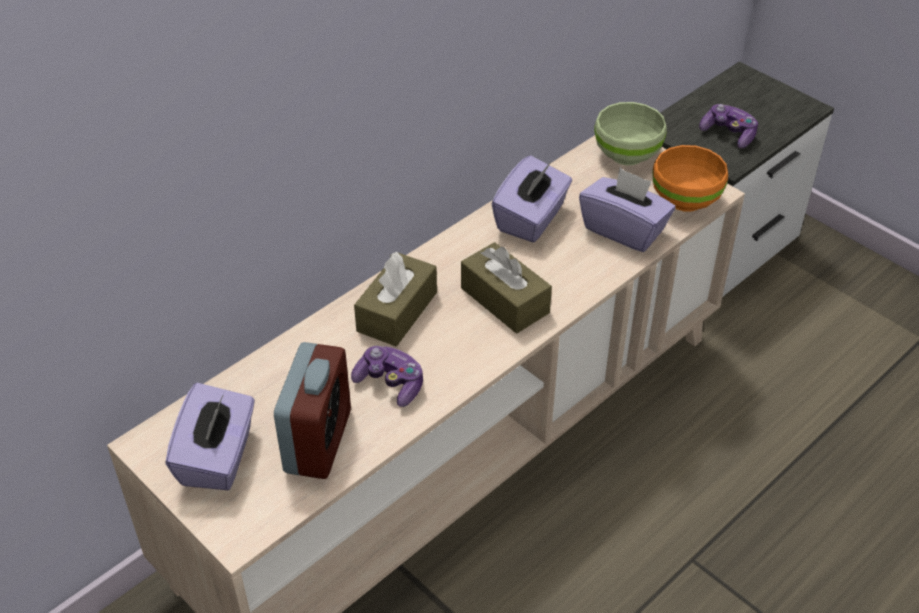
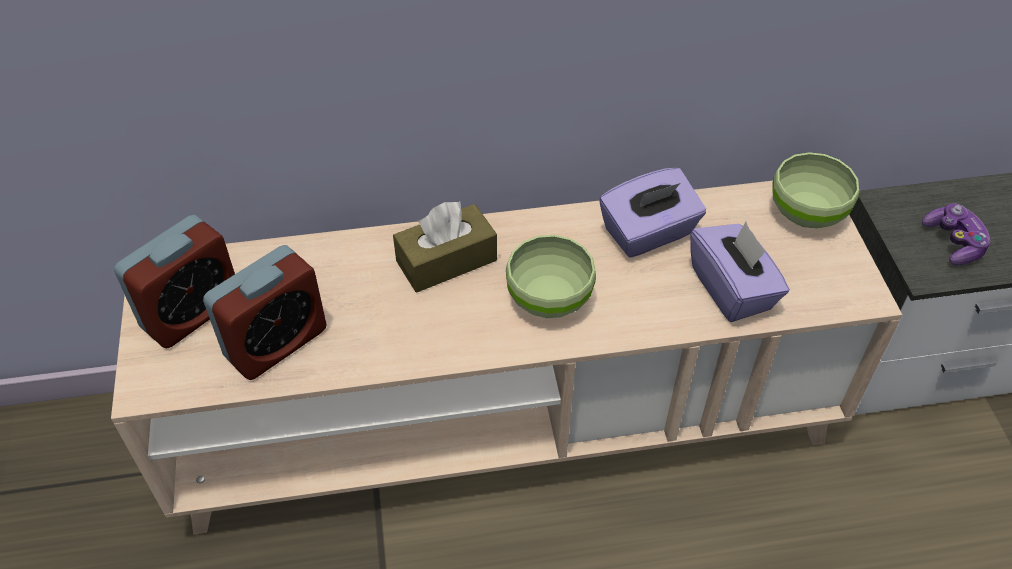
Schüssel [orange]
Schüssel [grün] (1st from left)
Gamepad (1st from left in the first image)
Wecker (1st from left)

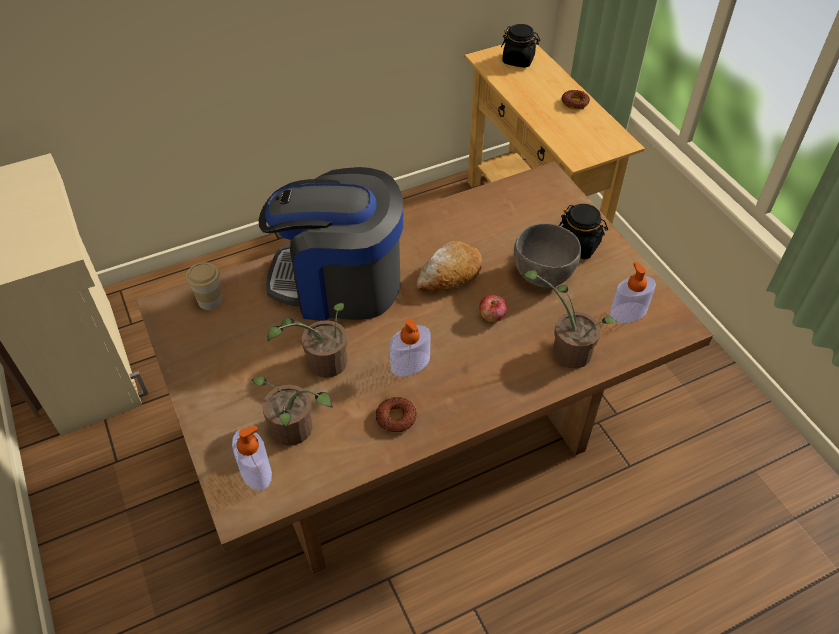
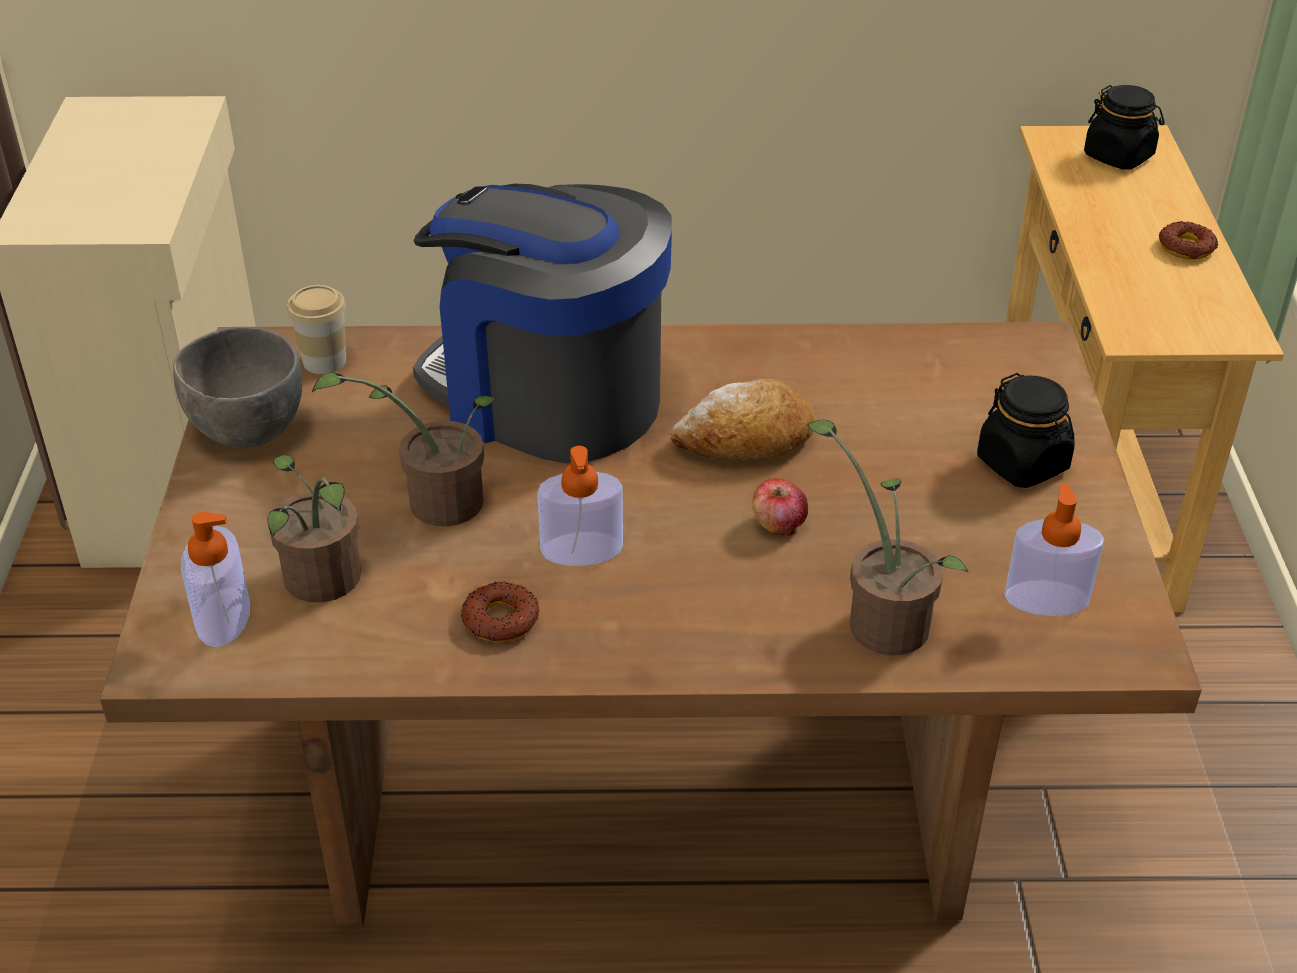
Schüssel [grau]

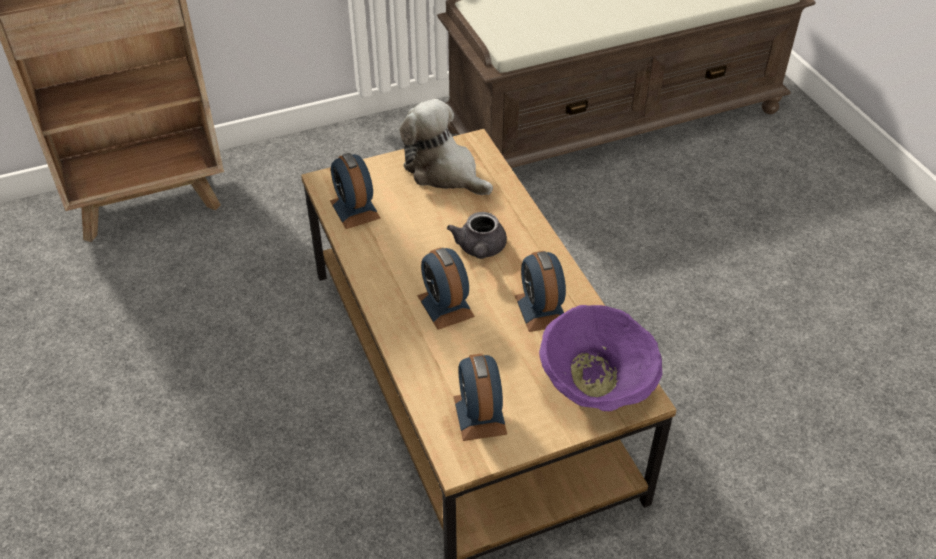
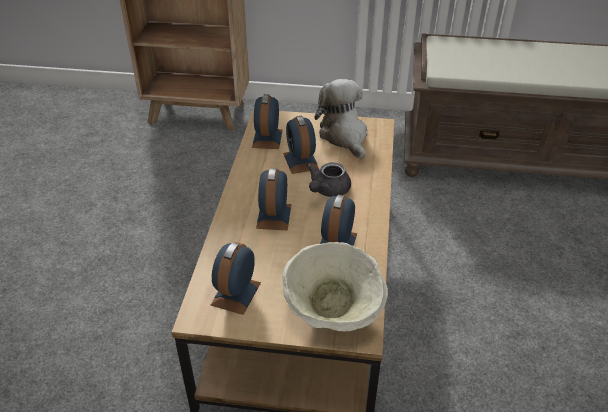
Schüssel [beige]
Wecker (4th from left)

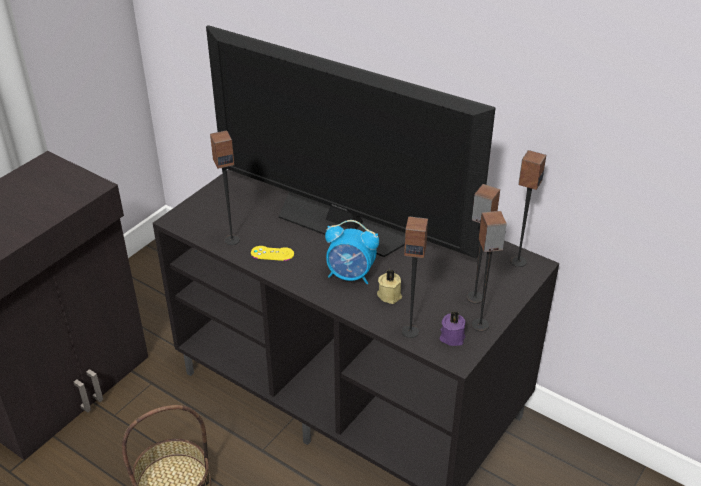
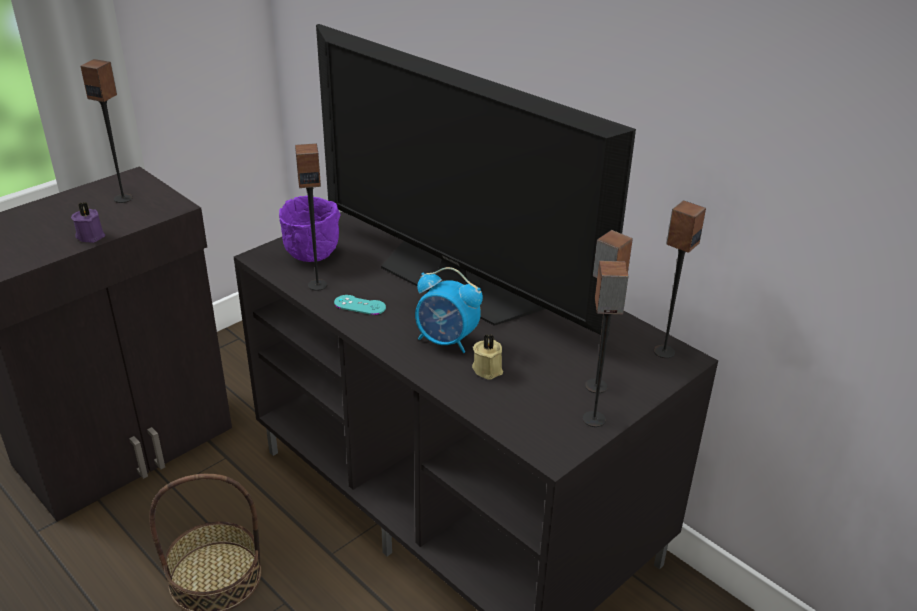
Lautsprecher (1st from left)
Gamepad [türkis]
Kerze [lila]
Schüssel [lila]

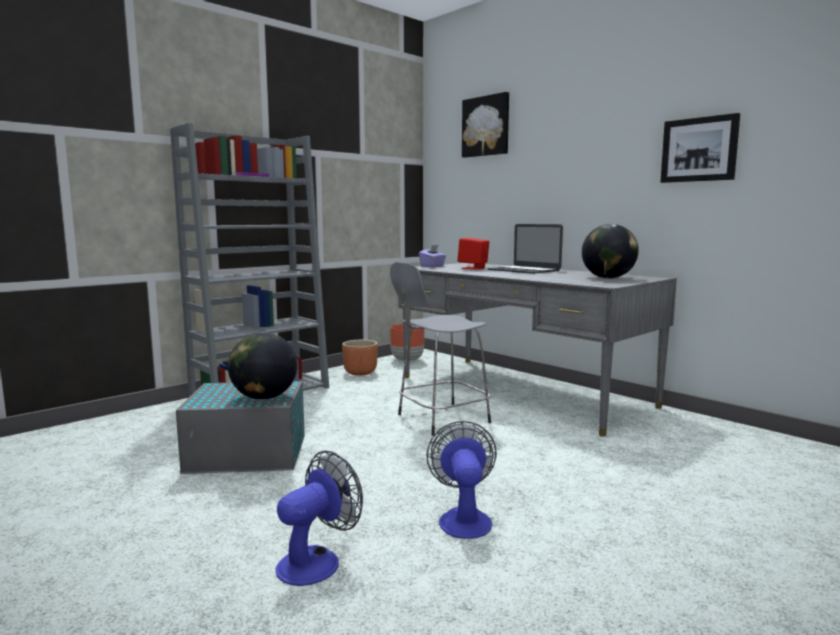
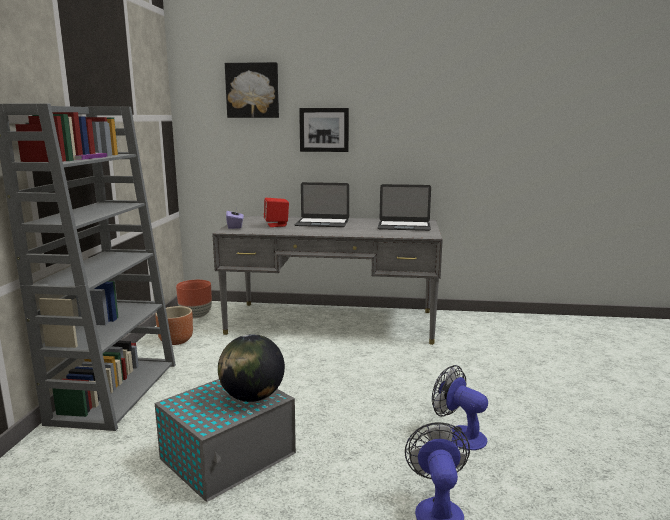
Bild (2nd from left)
Laptop (2nd from left)
Hocker [grau]

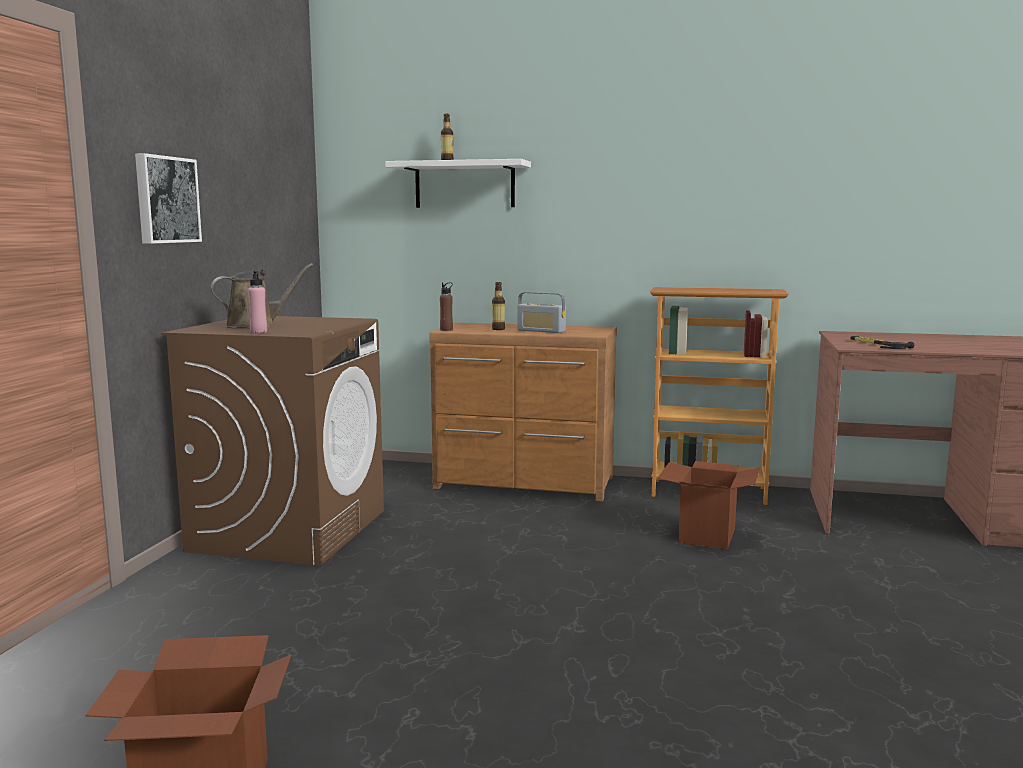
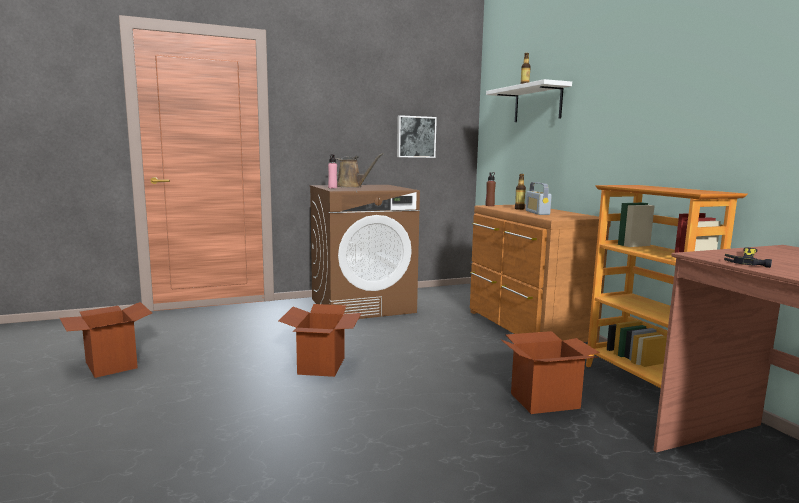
Bild
Karton (2nd from left)

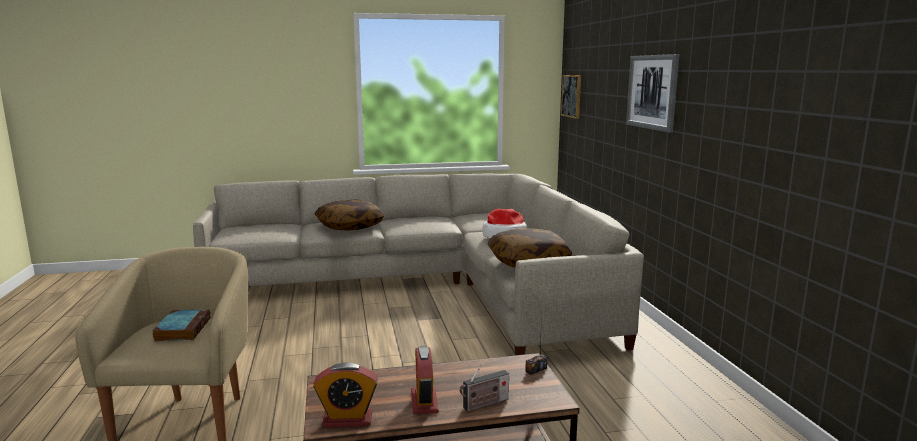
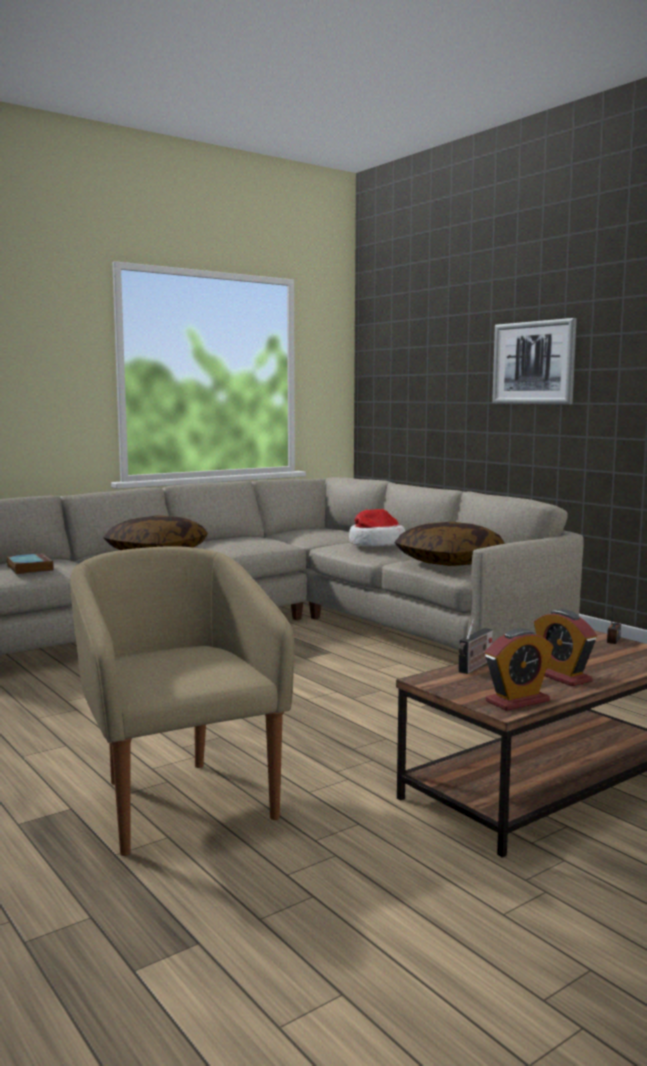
Bild (1st from left in the first image)
Buch
Radio (1st from left)

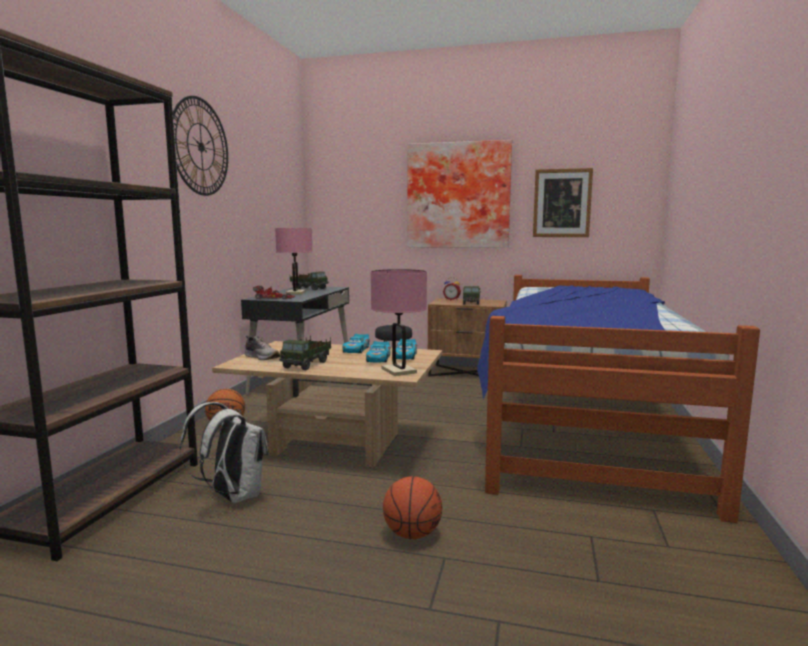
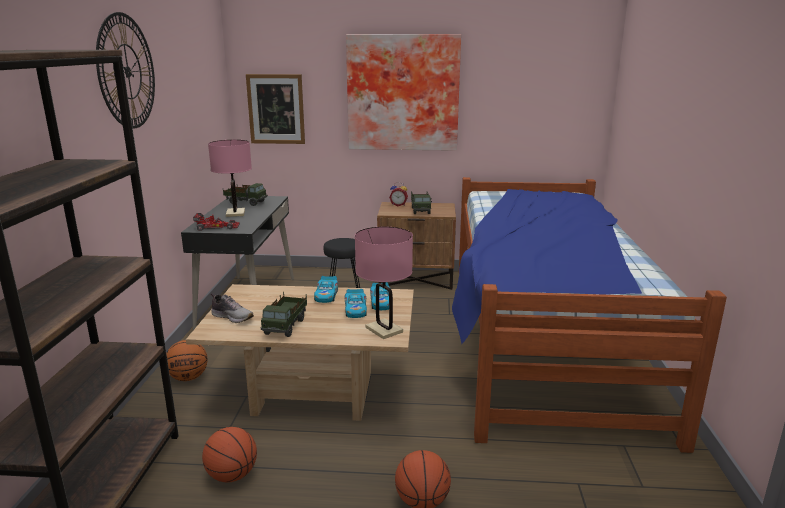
Bild (1st from left)
Basketball (2nd from left)

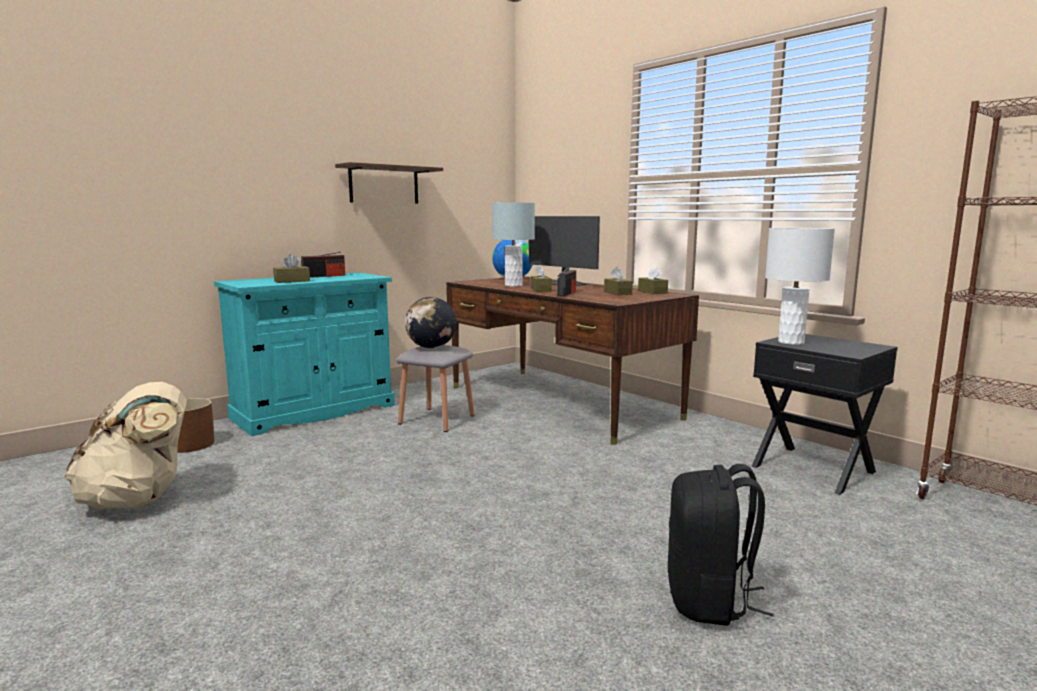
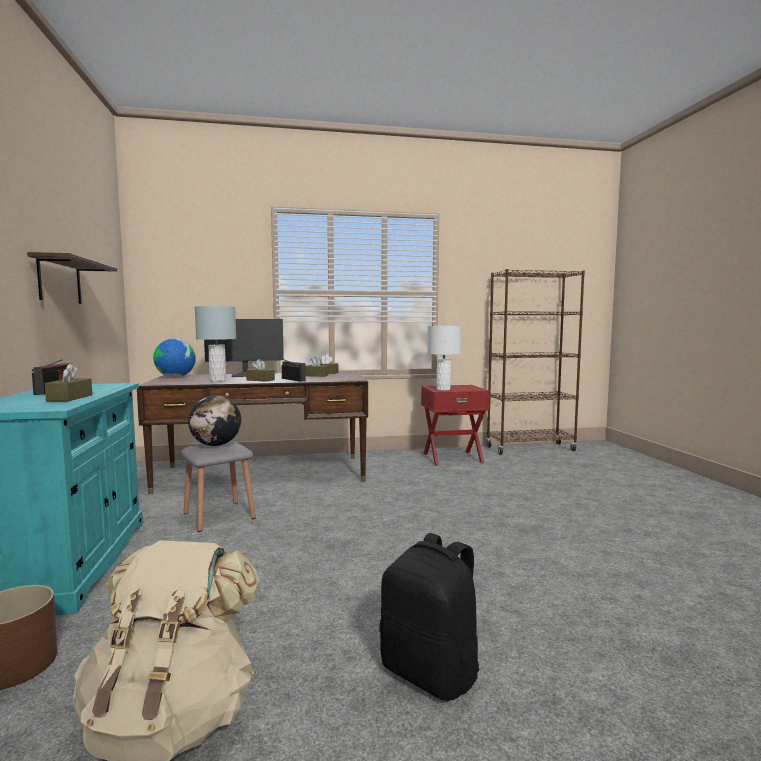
Nachttisch [rot]
Rucksack [schwarz]

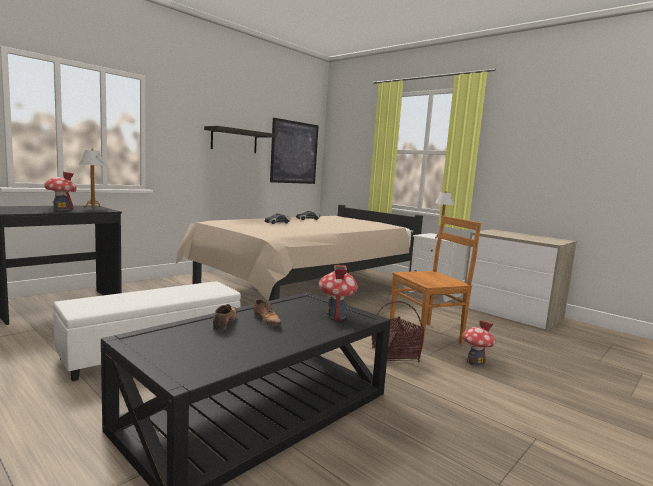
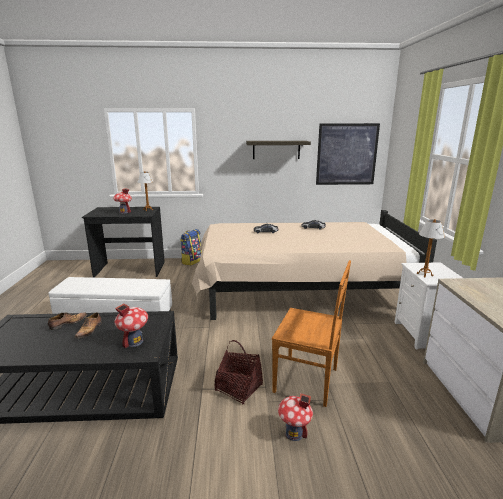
Rucksack

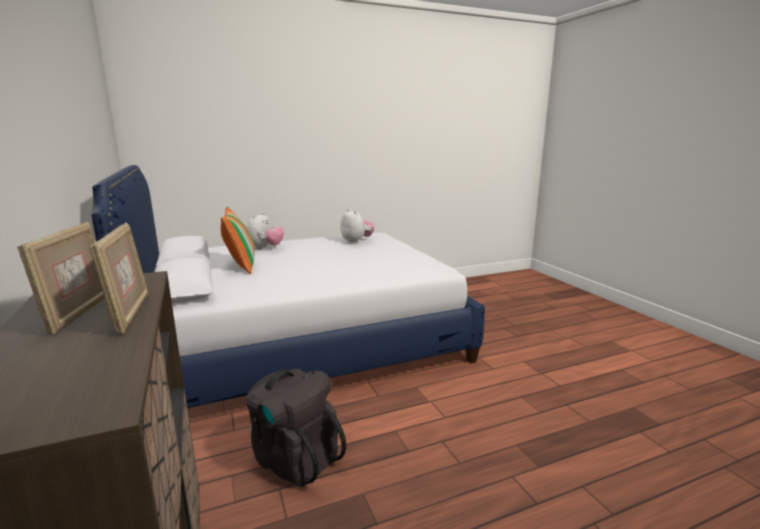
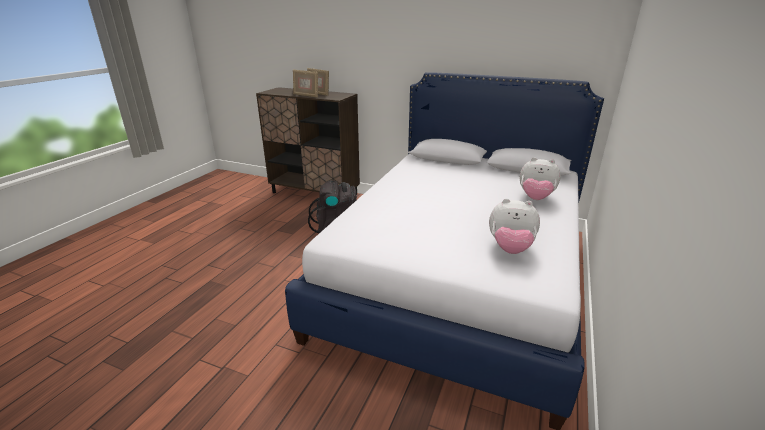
Kissen
Plüschtier (2nd from left)

